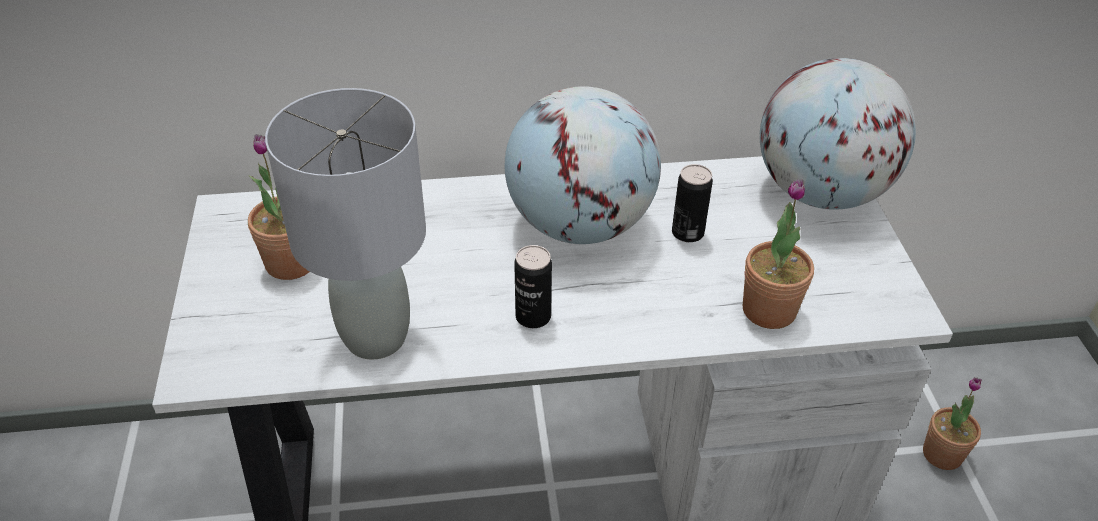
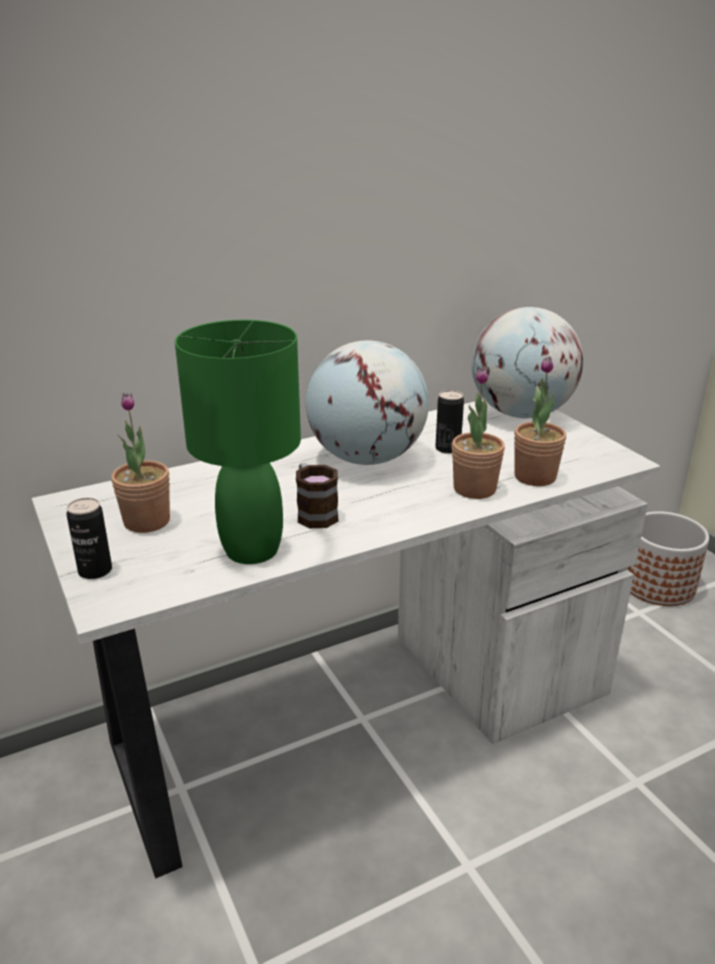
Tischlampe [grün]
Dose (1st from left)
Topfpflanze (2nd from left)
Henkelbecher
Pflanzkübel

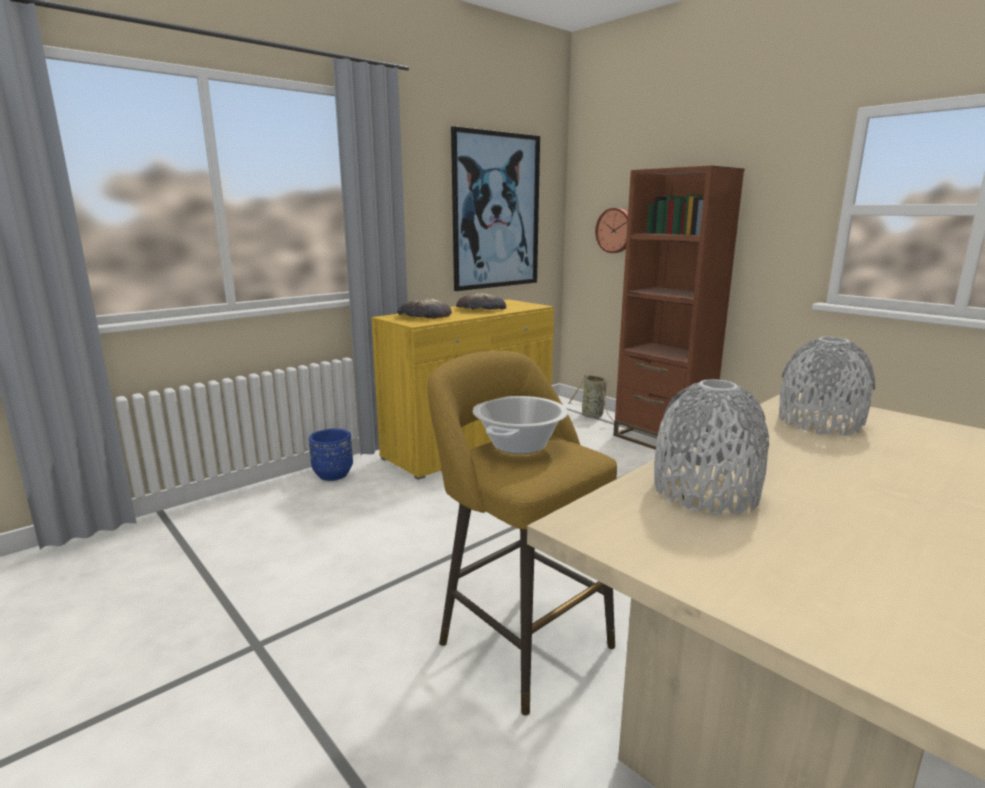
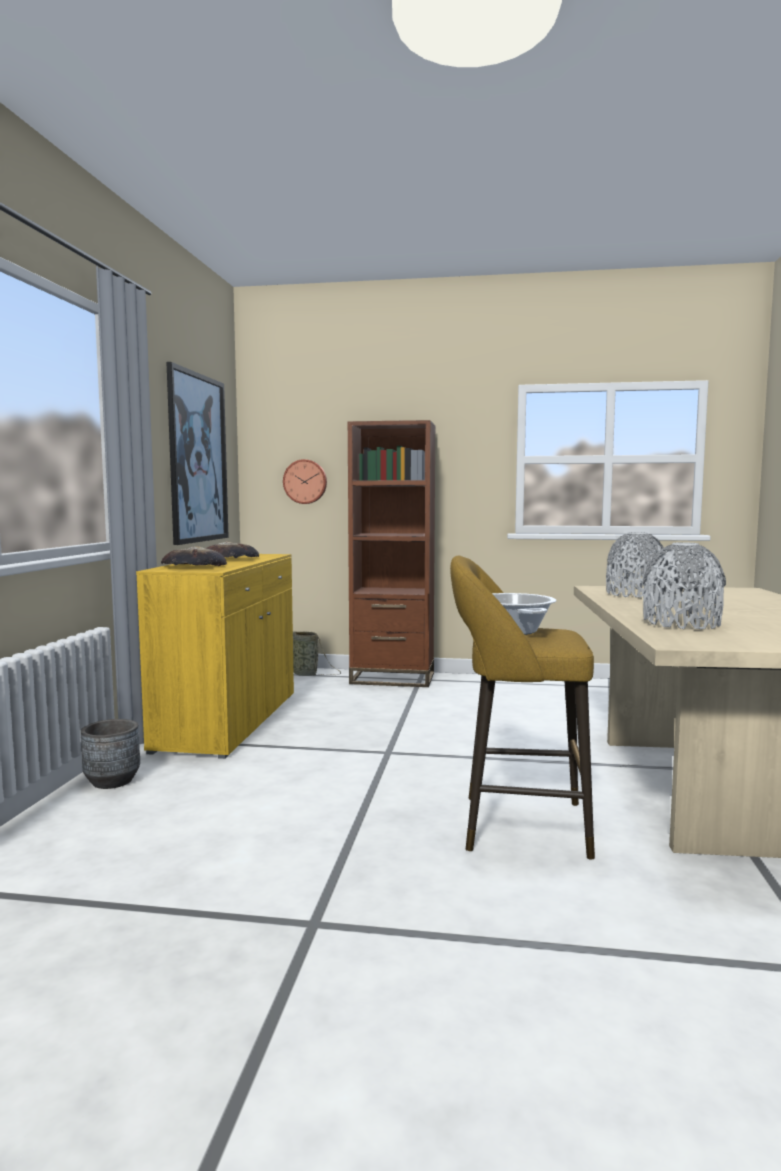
Pflanzkübel [grau]

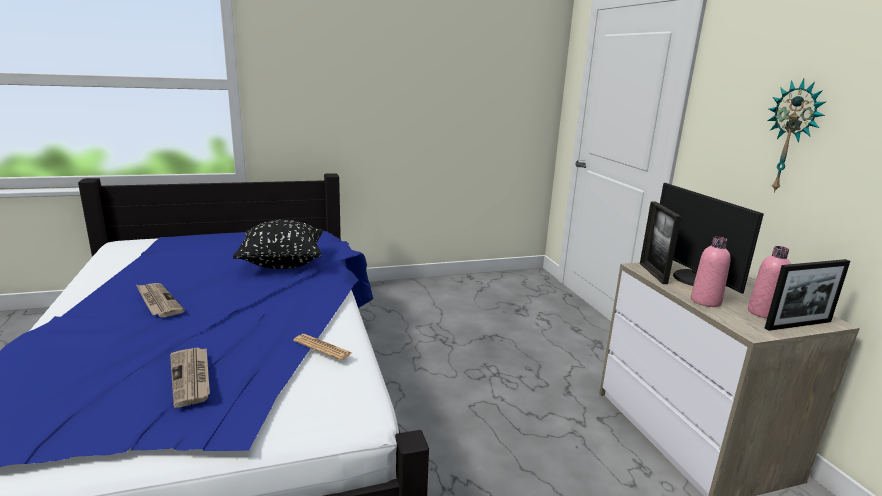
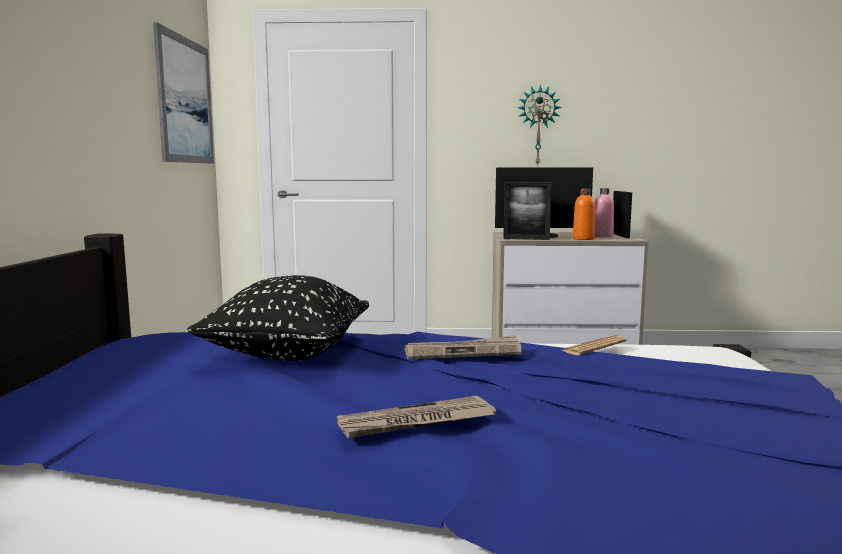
Flasche [orange]
Zeitung (2nd from left)
Bild

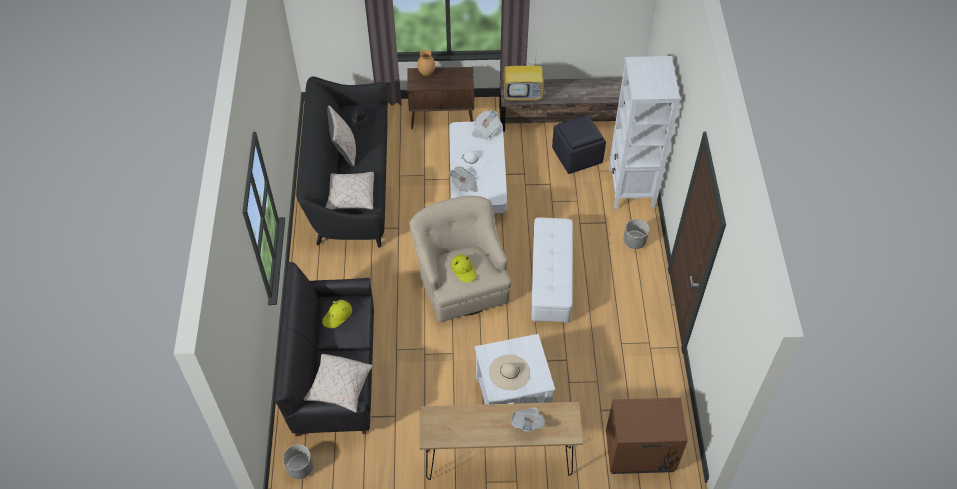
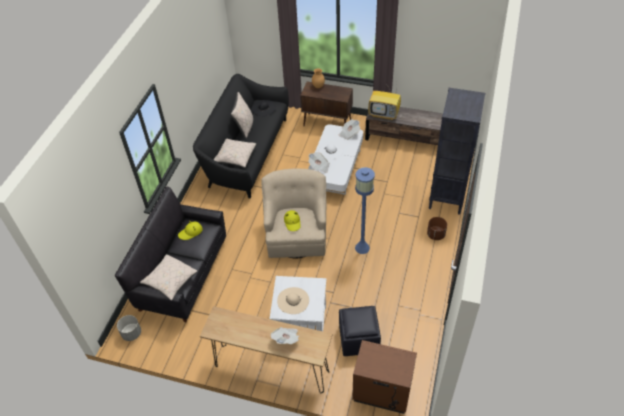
Bücherregal [schwarz]
Polsterhocker [schwarz]
Stehlampe [blau]
Pflanzkübel [braun]

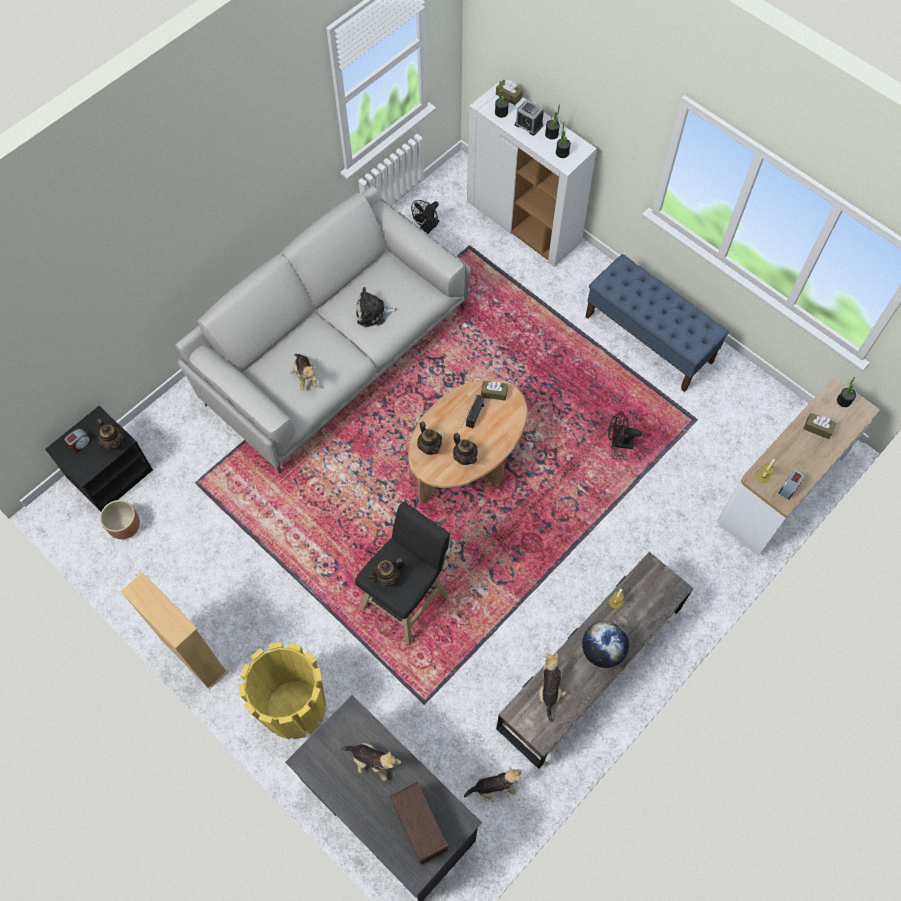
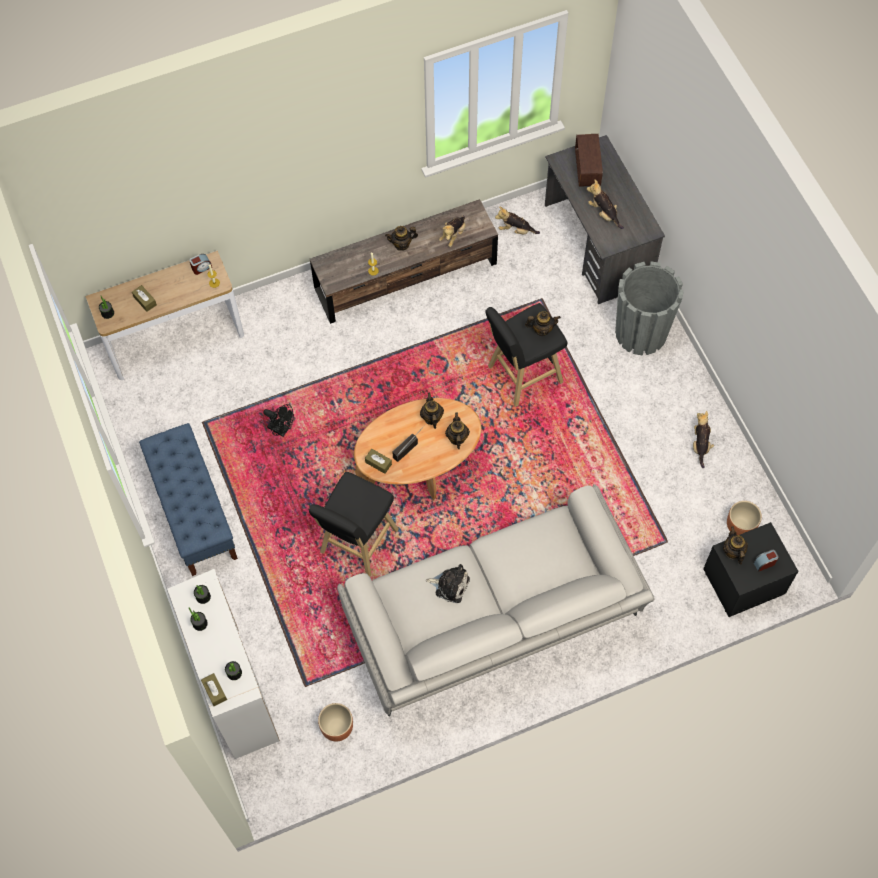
Wecker (2nd from left in the first image)
Pflanzkübel [braun] (1st from left)
Plüschtier (5th from left)
Bücherregal [beige]
Teekanne (1st from left)
Pflanzkübel [grau]
Hocker [schwarz] (1st from left)

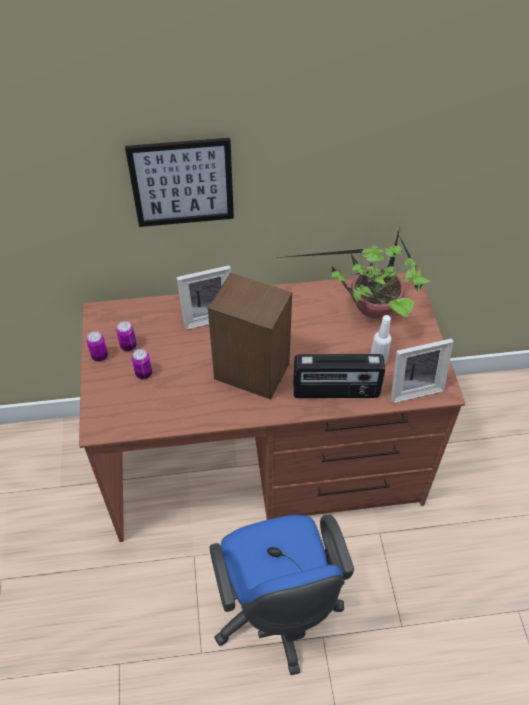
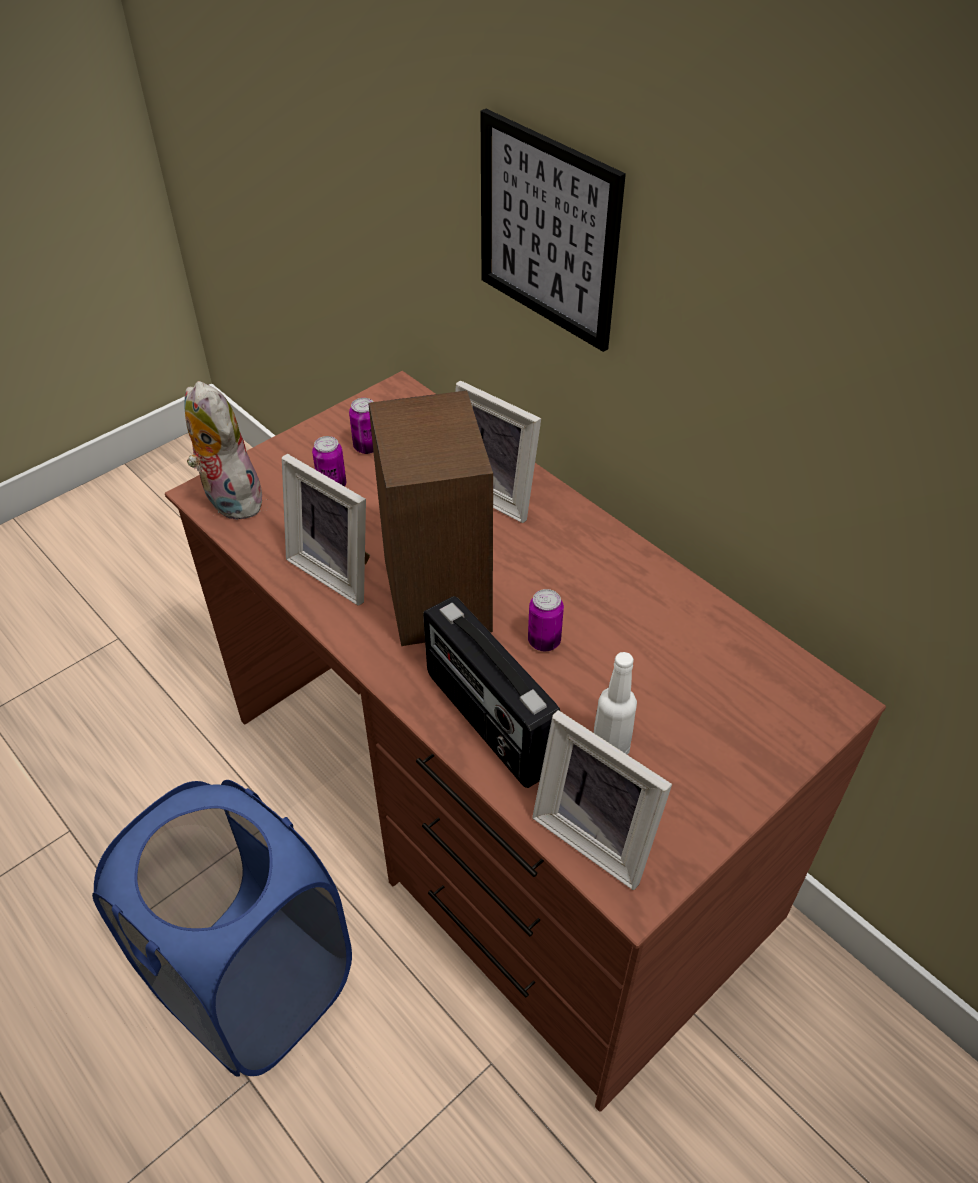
Topfpflanze
Dose (3rd from left)
Wäschekorb [blau]
Plüschtier
Bilderrahmen (1st from left)

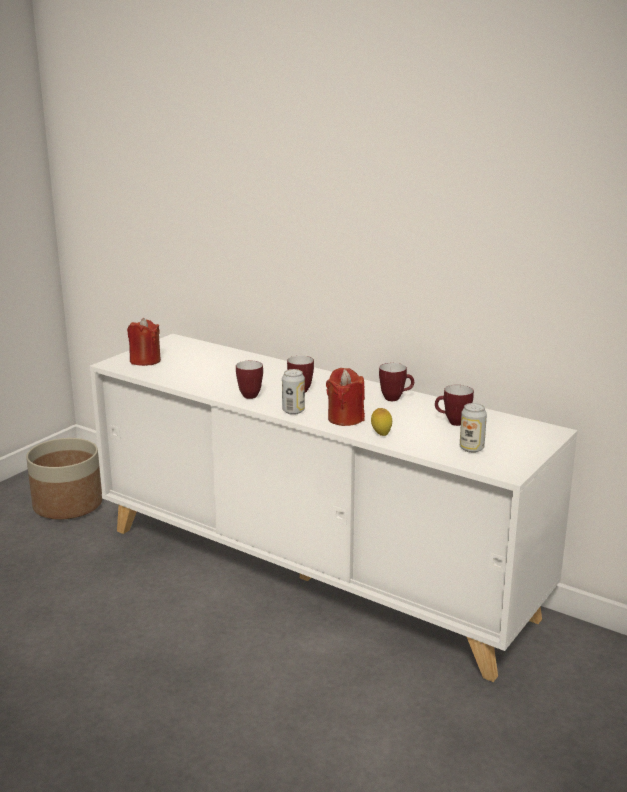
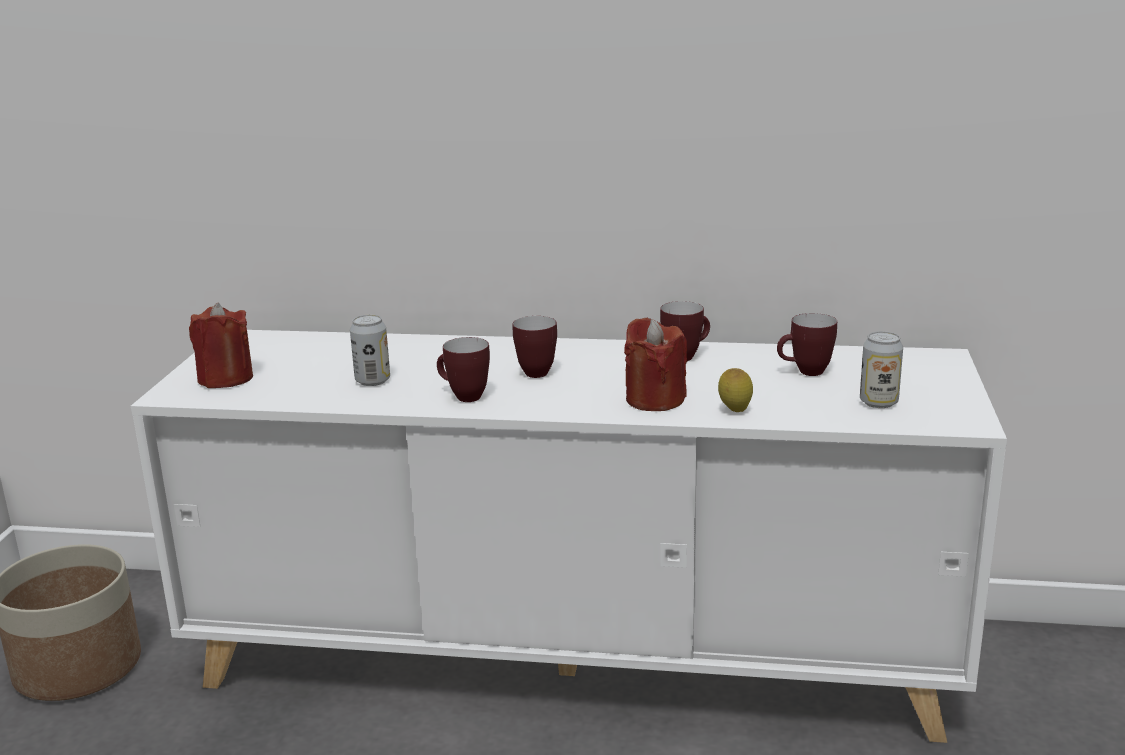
Dose (1st from left)

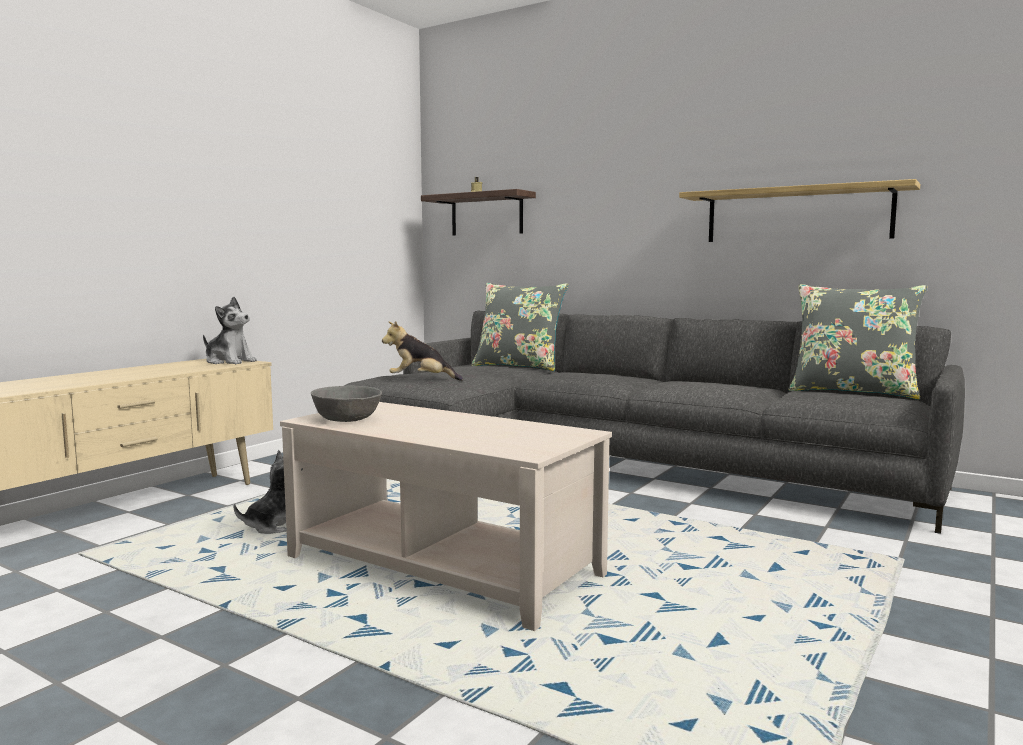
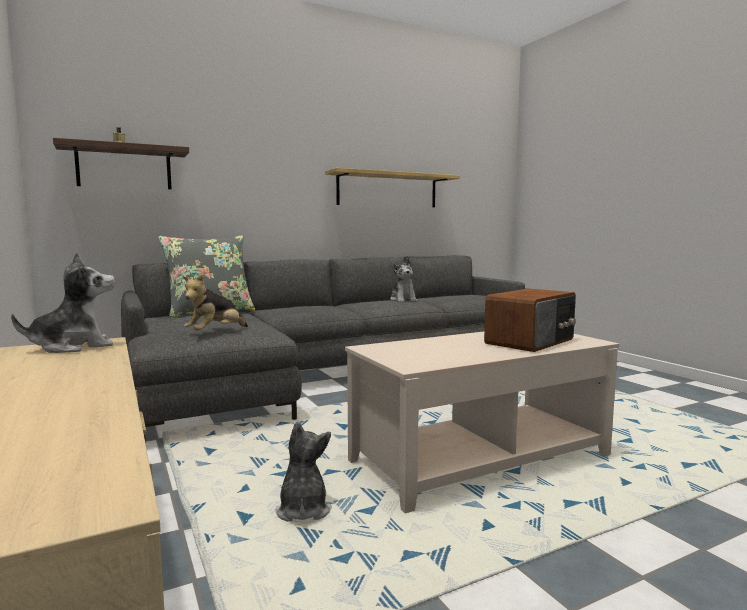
Kissen [grau] (2nd from left in the first image)
Schüssel [grau]
Plüschtier (4th from left)
Radio

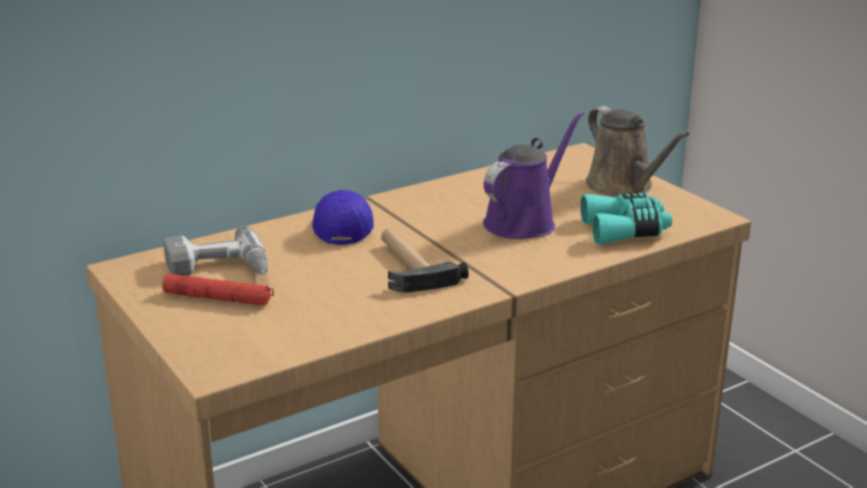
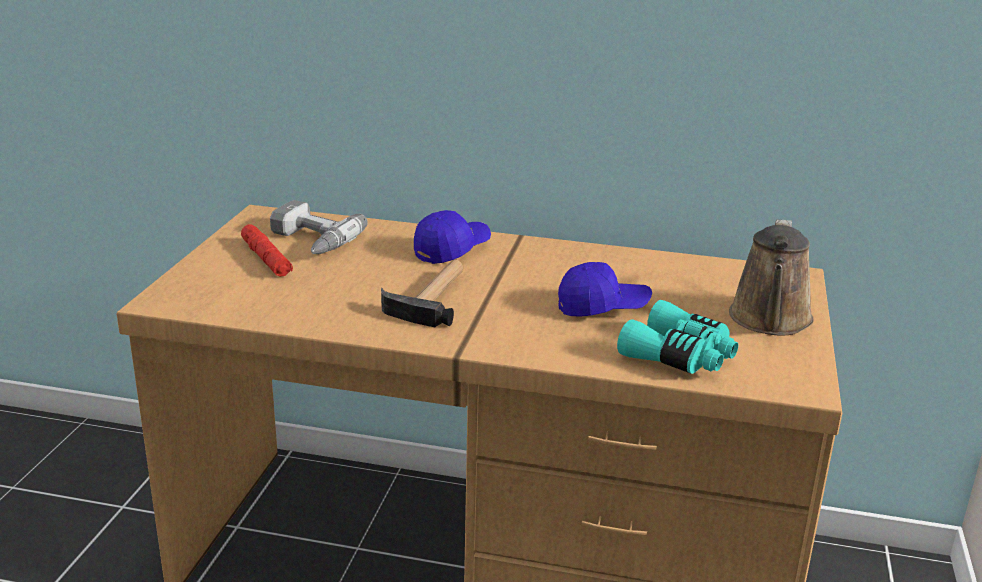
Kappe [blau] (2nd from left)

